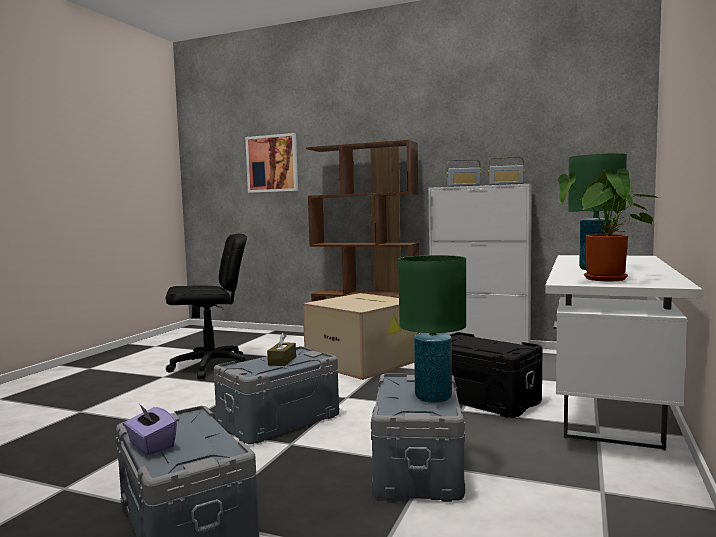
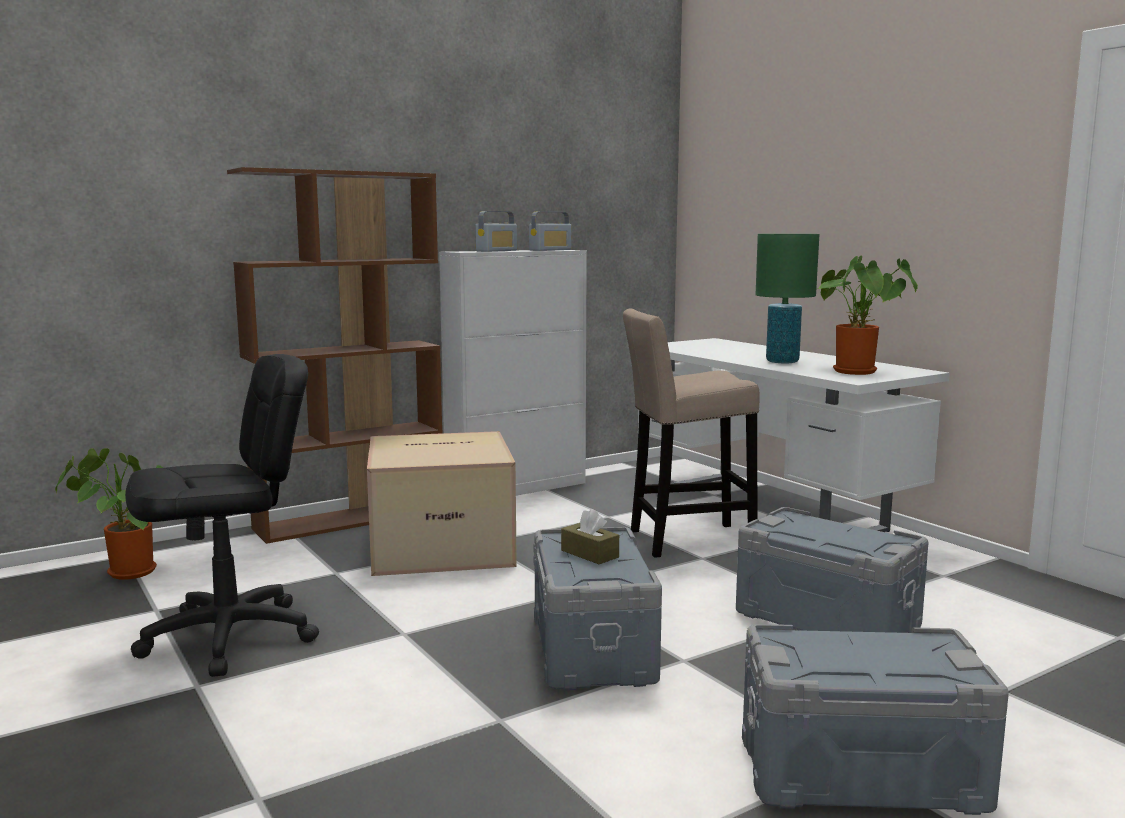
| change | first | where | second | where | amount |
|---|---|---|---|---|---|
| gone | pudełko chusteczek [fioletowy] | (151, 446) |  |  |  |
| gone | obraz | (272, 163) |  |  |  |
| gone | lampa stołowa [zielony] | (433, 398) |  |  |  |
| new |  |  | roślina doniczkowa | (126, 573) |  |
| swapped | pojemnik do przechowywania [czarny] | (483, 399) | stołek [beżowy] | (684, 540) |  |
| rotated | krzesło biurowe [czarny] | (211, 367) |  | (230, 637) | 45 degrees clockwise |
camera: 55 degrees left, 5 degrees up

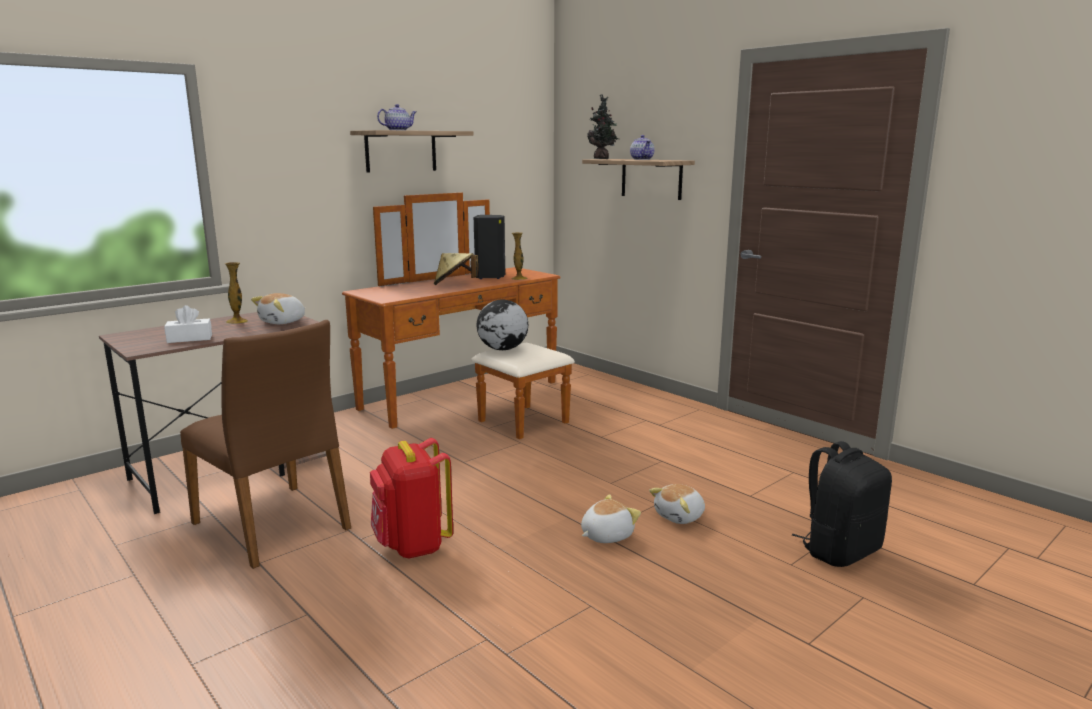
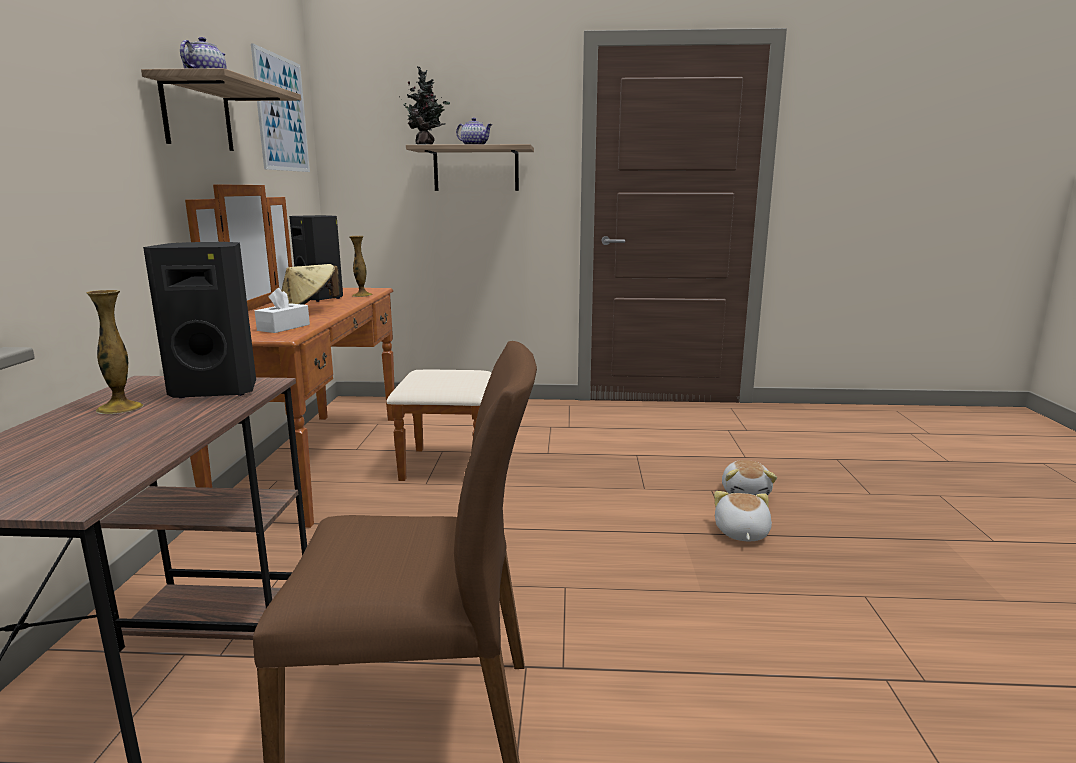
| change | first | where | second | where | amount |
|---|---|---|---|---|---|
| gone | plecak [czerwony] | (412, 545) |  |  |  |
| gone | globus | (502, 349) |  |  |  |
| gone | plecak [czarny] | (839, 550) |  |  |  |
| new |  |  | obraz | (282, 114) |  |
| shifted | pudełko chusteczek [biały] | (189, 339) |  | (283, 327) |  |
| swapped | pluszak | (283, 322) | głośnik [czarny] | (217, 390) |  |
camera: 45 degrees left, 0 degrees up

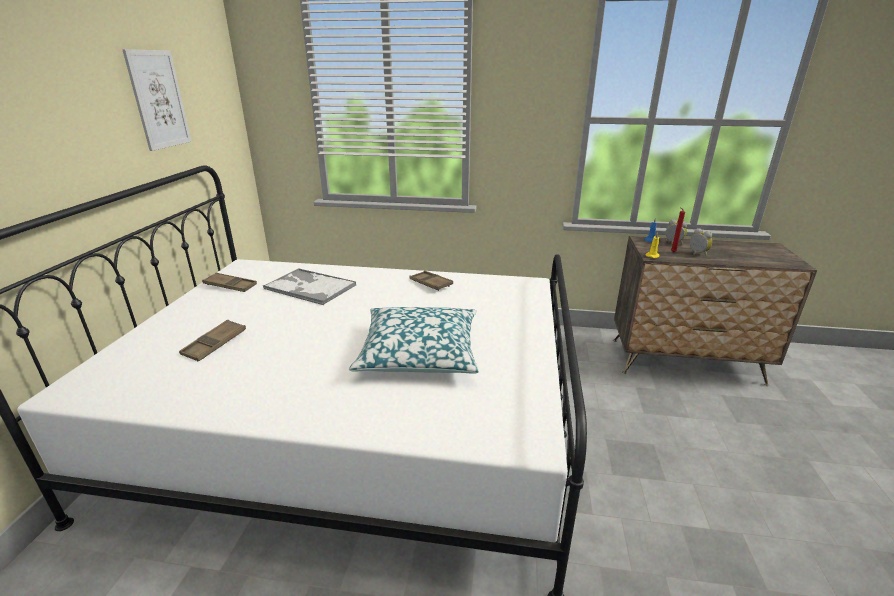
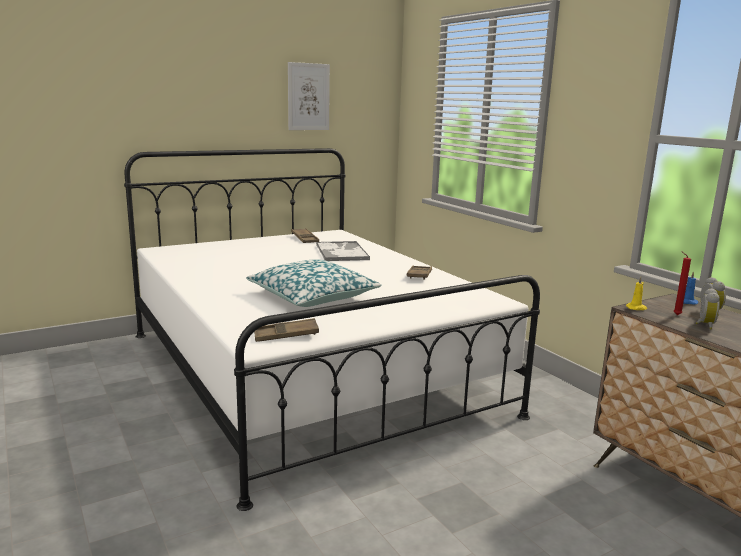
| change | first | where | second | where | amount |
|---|---|---|---|---|---|
| shifted | taca [brązowy] | (215, 344) |  | (286, 335) |  |
camera: 50 degrees right, 10 degrees down

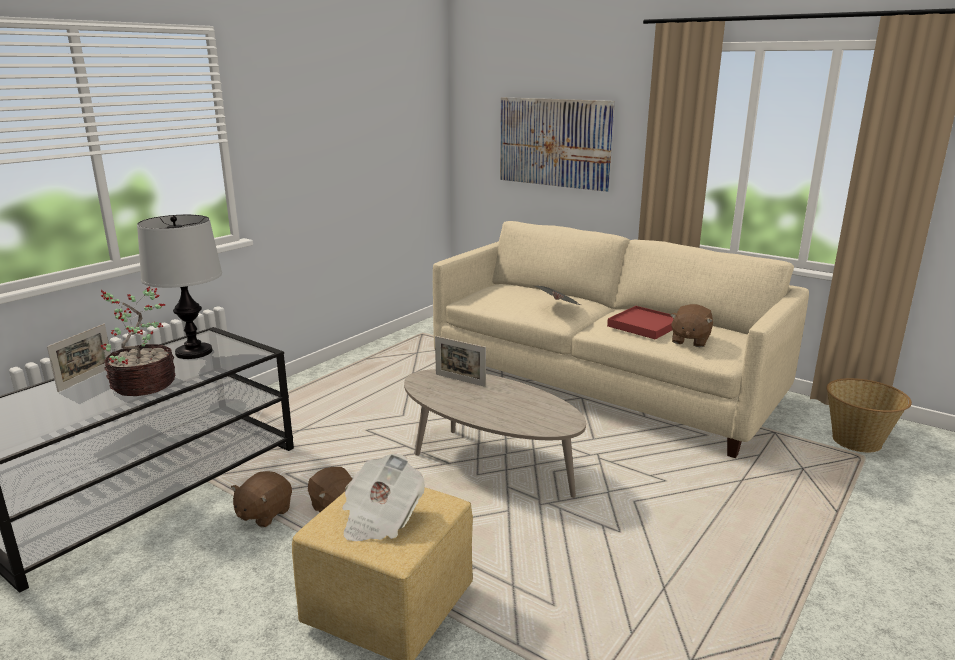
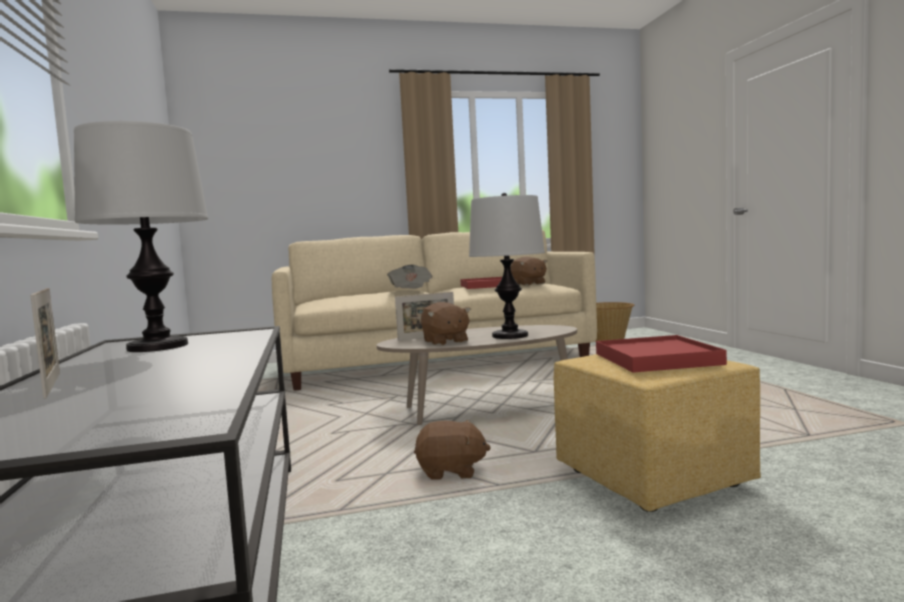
| change | first | where | second | where | amount |
|---|---|---|---|---|---|
| gone | roślina doniczkowa | (142, 386) |  |  |  |
| gone | obraz | (554, 142) |  |  |  |
| new |  |  | lampa stołowa | (510, 336) |  |
| shifted | pluszak [brązowy] | (263, 514) |  | (445, 341) |  |
| swapped | gazeta | (380, 518) | taca [czerwony] | (657, 359) |  |
camera: 50 degrees left, 15 degrees down

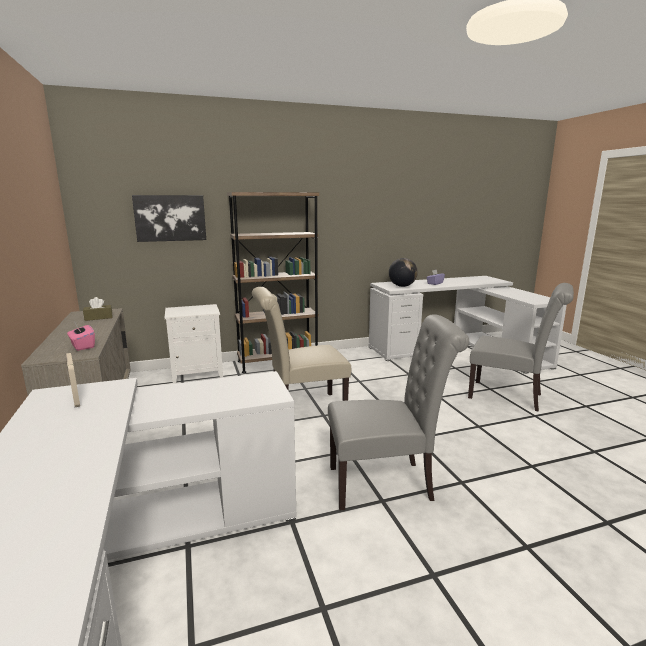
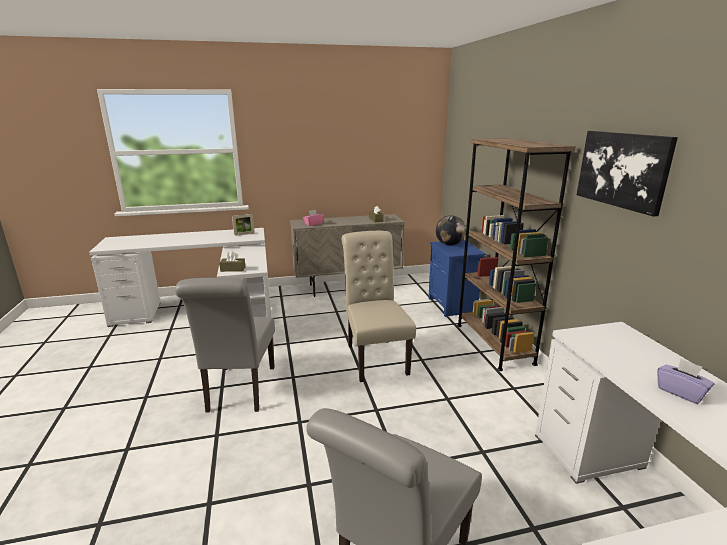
| change | first | where | second | where | amount |
|---|---|---|---|---|---|
| new |  |  | pudełko chusteczek [brązowy] | (233, 269) |  |
| shifted | obraz | (170, 218) |  | (623, 170) |  |
| shifted | globus | (402, 286) |  | (449, 244) |  |
| repainted | szafka nocna [biały] | (198, 372) | szafka nocna [niebieski] | (453, 305) |  |
camera: 95 degrees right, 5 degrees up

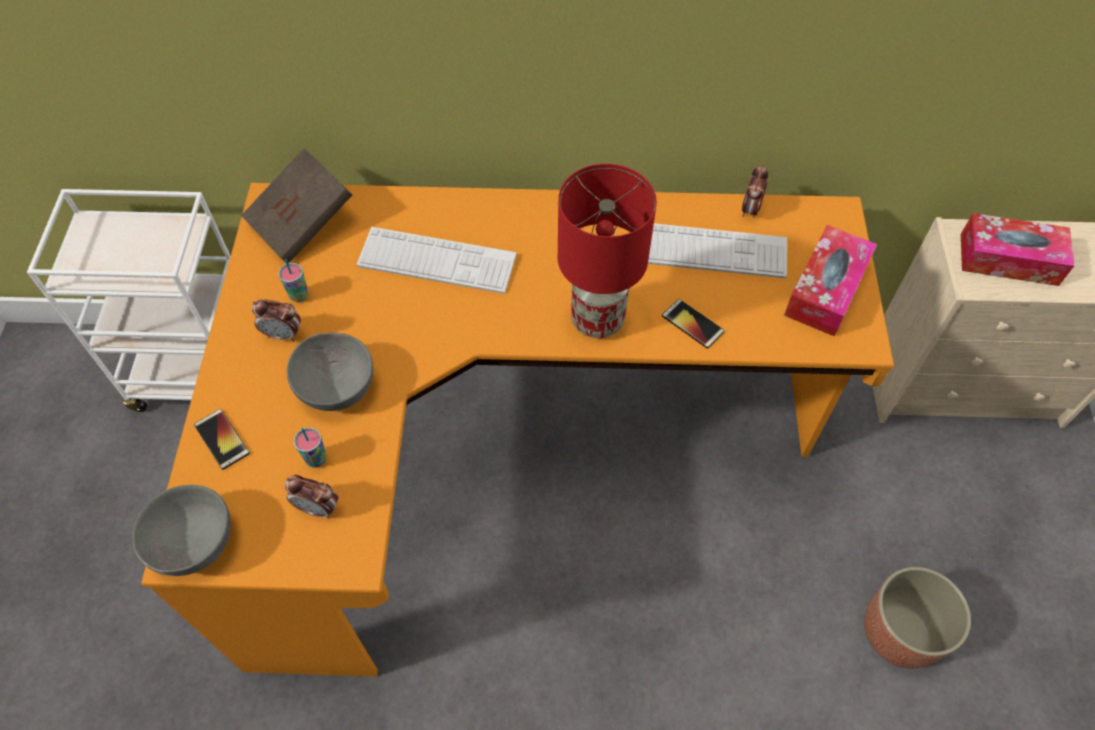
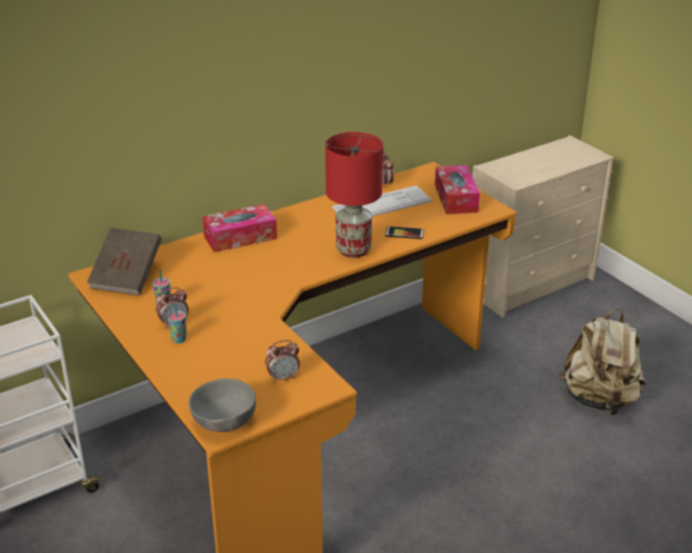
| change | first | where | second | where | amount |
|---|---|---|---|---|---|
| gone | telefon | (222, 439) |  |  |  |
| gone | miska [szary] | (337, 385) |  |  |  |
| gone | klawiatura | (437, 261) |  |  |  |
| shifted | filiżanka | (316, 459) |  | (179, 339) |  |
| shifted | pudełko chusteczek | (1008, 259) |  | (240, 237) |  |
| swapped | donica | (899, 633) | plecak [beżowy] | (599, 400) |  |
camera: 35 degrees left, 25 degrees down

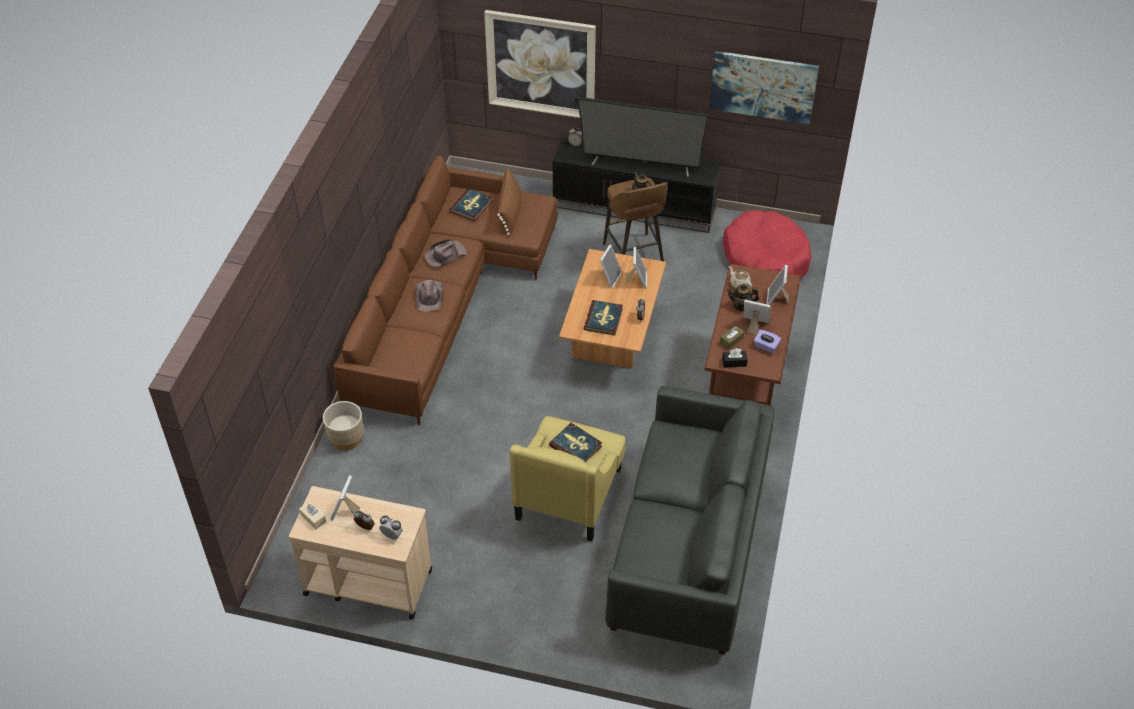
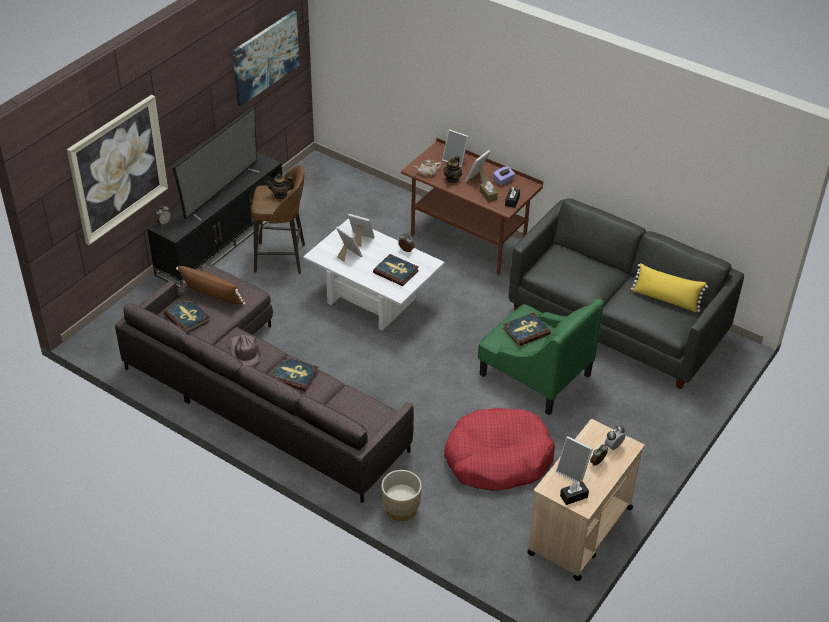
| change | first | where | second | where | amount |
|---|---|---|---|---|---|
| new |  |  | poduszka [żółty] | (666, 299) |  |
| shifted | legowisko [czerwony] | (766, 259) |  | (497, 459) |  |
| swapped | kapelusz [brązowy] | (430, 296) | książka | (294, 376) |  |
| repainted | pudełko chusteczek [beżowy] | (313, 518) | pudełko chusteczek [czarny] | (573, 496) |  |
| repainted | kanapa [brązowy] | (446, 299) | kanapa [szary] | (258, 393) |  |
| repainted | fotel [żółty] | (569, 493) | fotel [zielony] | (534, 374) |  |
| repainted | ława [brązowy] | (612, 338) | ława [biały] | (374, 300) |  |
camera: 70 degrees left, 5 degrees down

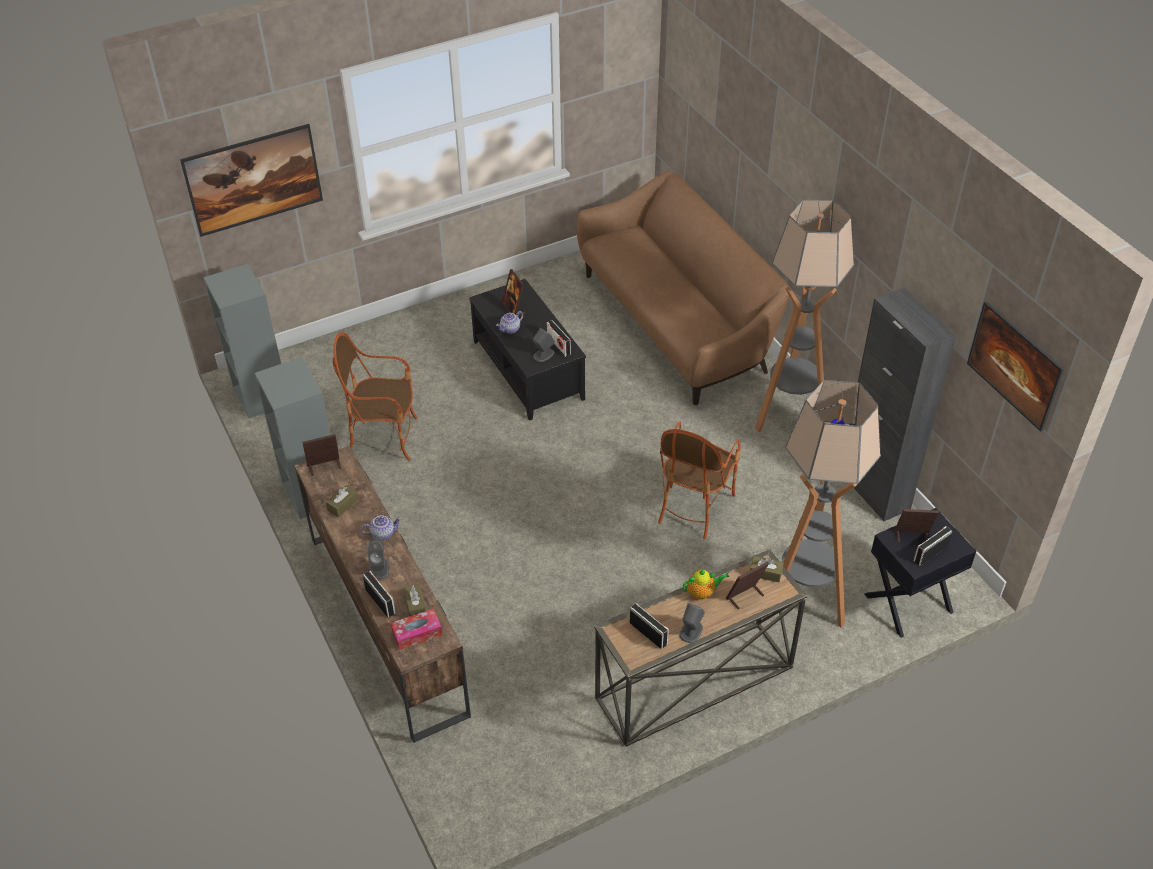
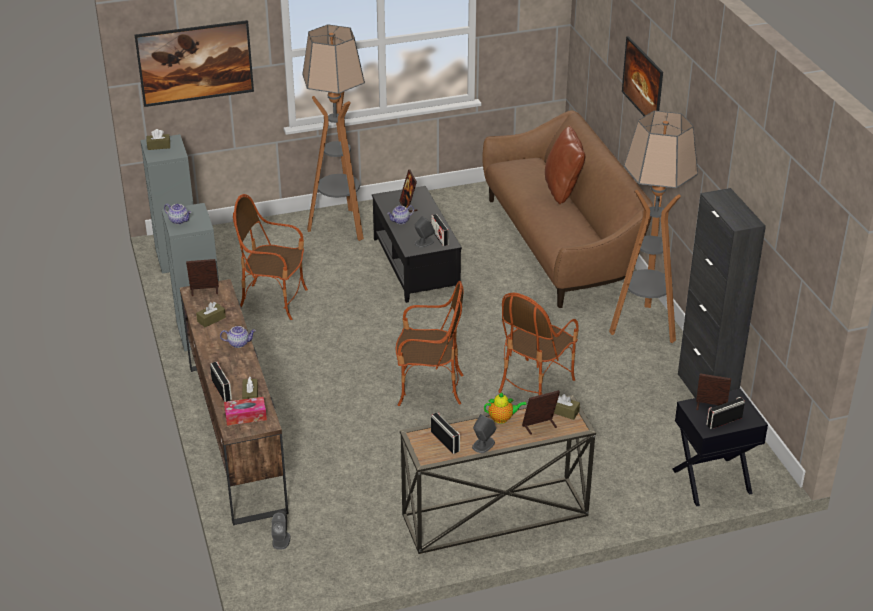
| change | first | where | second | where | amount |
|---|---|---|---|---|---|
| new |  |  | pudełko chusteczek [brązowy] | (159, 146) |  |
| new |  |  | imbryk | (179, 220) |  |
| new |  |  | fotel | (429, 388) |  |
| new |  |  | poduszka [brązowy] | (562, 190) |  |
| shifted | głośnik [szary] | (379, 568) |  | (281, 540) |  |
| shifted | lampa stojąca | (804, 603) |  | (340, 226) |  |
| shifted | obraz | (1009, 380) |  | (641, 96) |  |
camera: 10 degrees right, 10 degrees down

